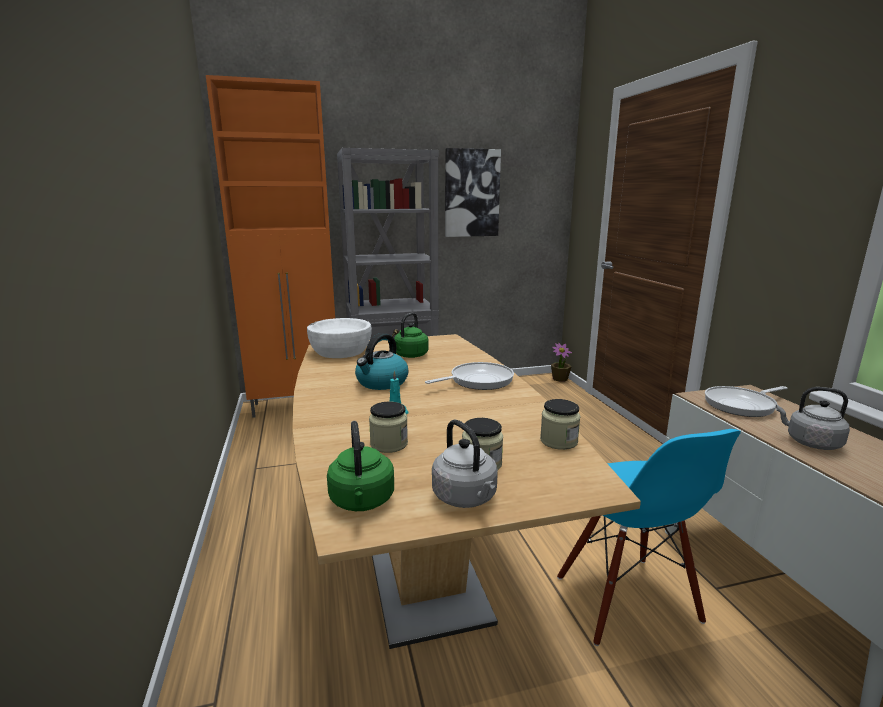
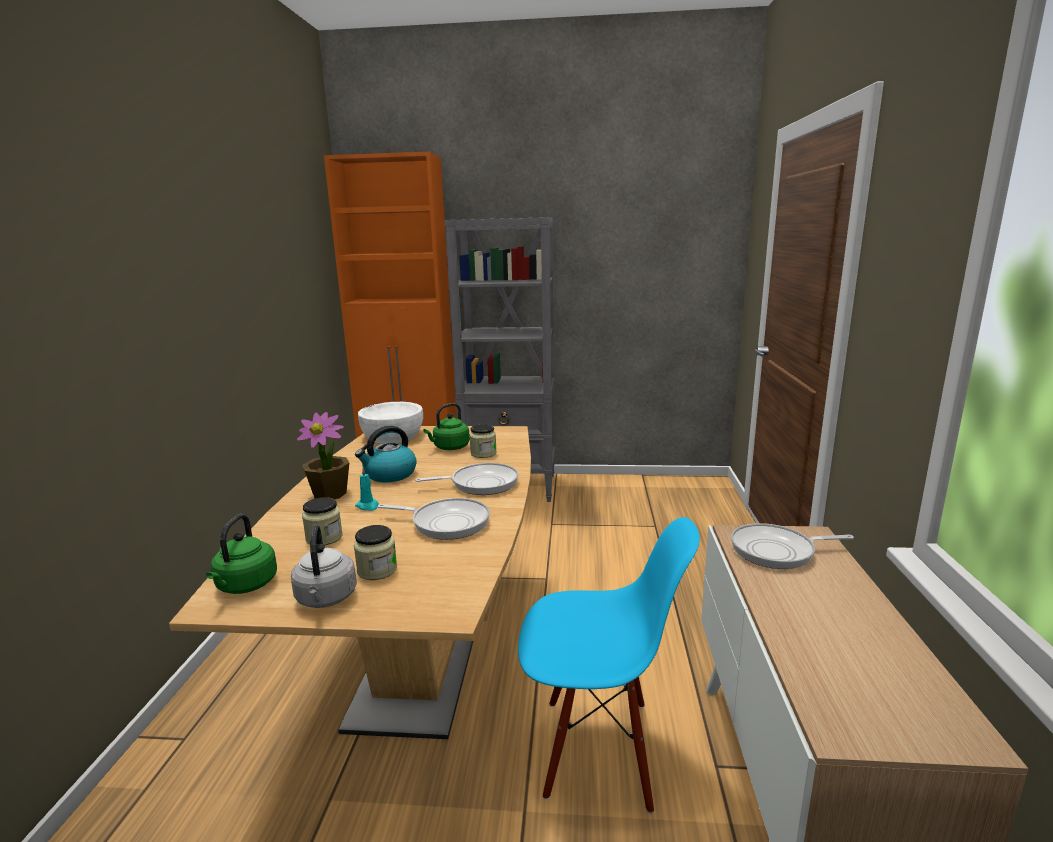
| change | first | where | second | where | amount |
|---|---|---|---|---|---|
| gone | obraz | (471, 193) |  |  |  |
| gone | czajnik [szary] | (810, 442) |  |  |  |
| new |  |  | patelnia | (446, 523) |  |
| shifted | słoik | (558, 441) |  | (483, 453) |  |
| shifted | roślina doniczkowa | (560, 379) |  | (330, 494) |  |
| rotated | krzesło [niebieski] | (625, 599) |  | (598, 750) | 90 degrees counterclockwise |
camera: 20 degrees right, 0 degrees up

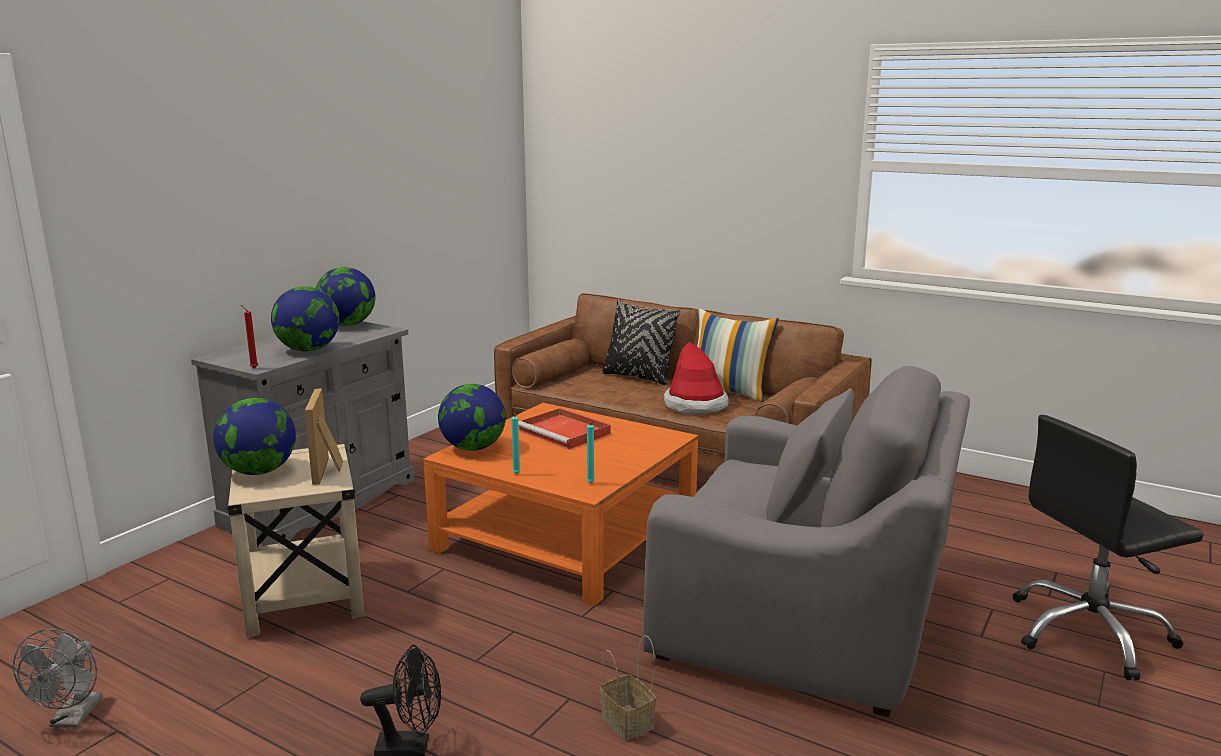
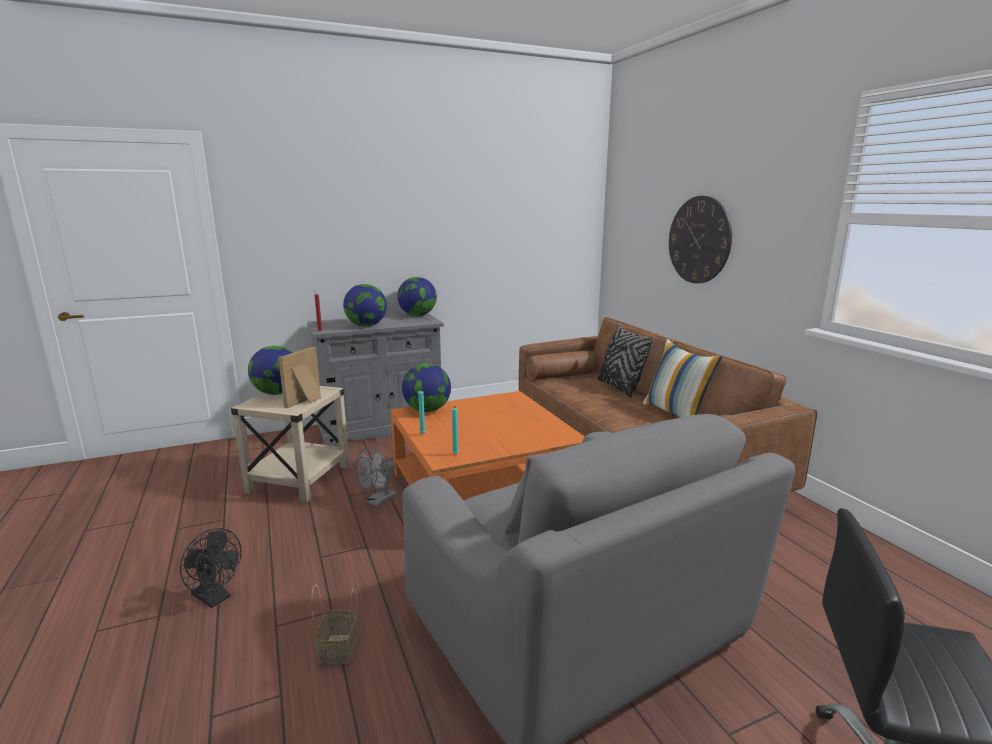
| change | first | where | second | where | amount |
|---|---|---|---|---|---|
| gone | taca [czerwony] | (566, 432) |  |  |  |
| gone | kapelusz | (696, 405) |  |  |  |
| new |  |  | zegar ścienny | (699, 240) |  |
| shifted | wentylator [szary] | (73, 718) |  | (378, 501) |  |
camera: 35 degrees right, 0 degrees up

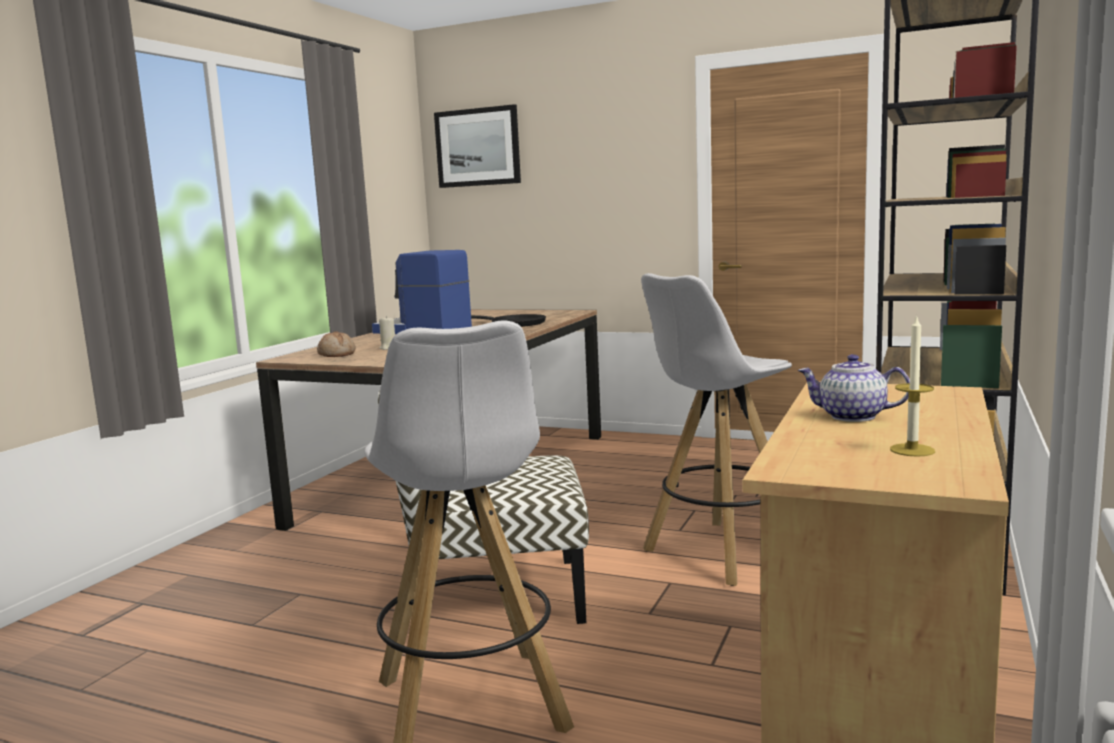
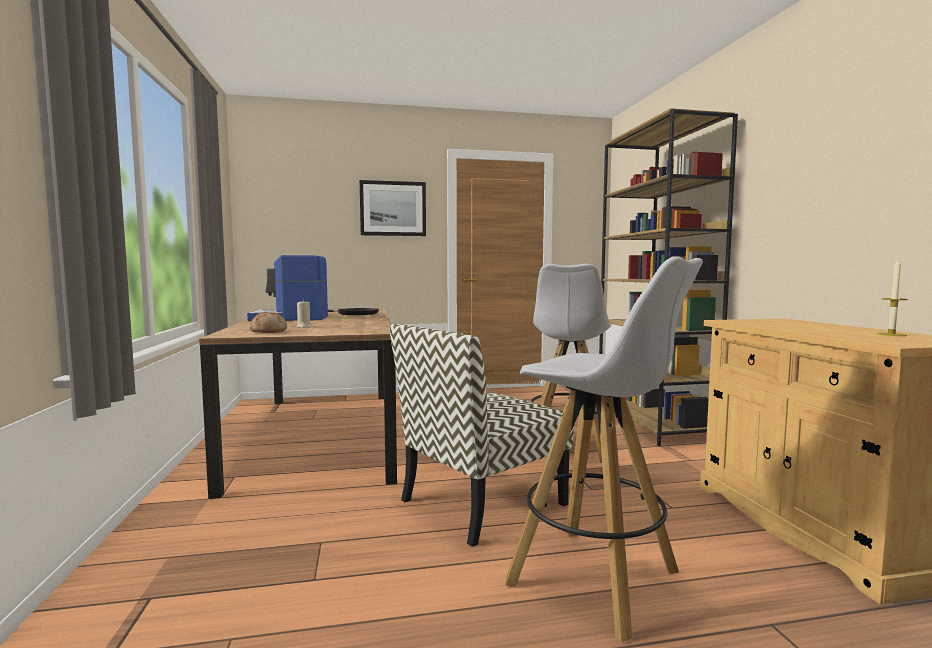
| change | first | where | second | where | amount |
|---|---|---|---|---|---|
| gone | imbryk | (851, 416) |  |  |  |
| shifted | obraz | (478, 147) |  | (393, 208) |  |
camera: 35 degrees left, 5 degrees down

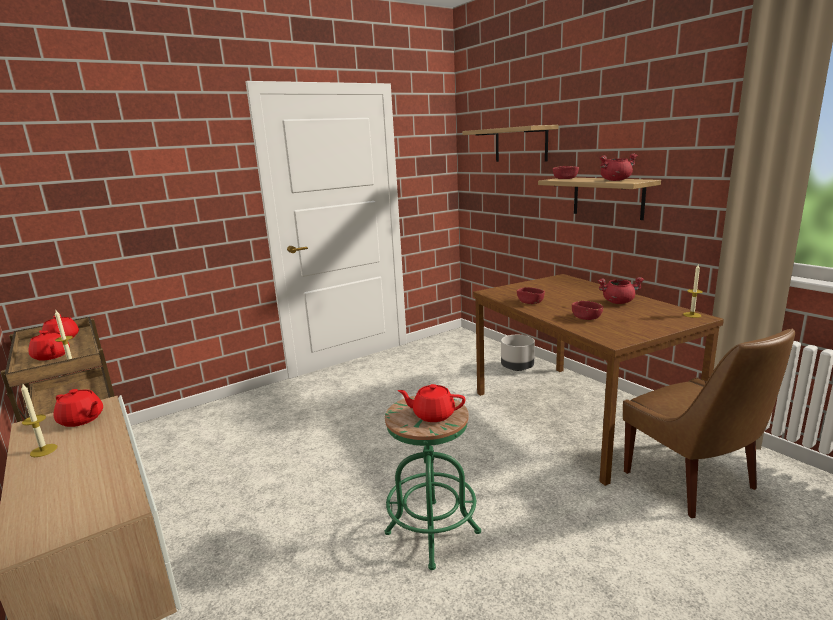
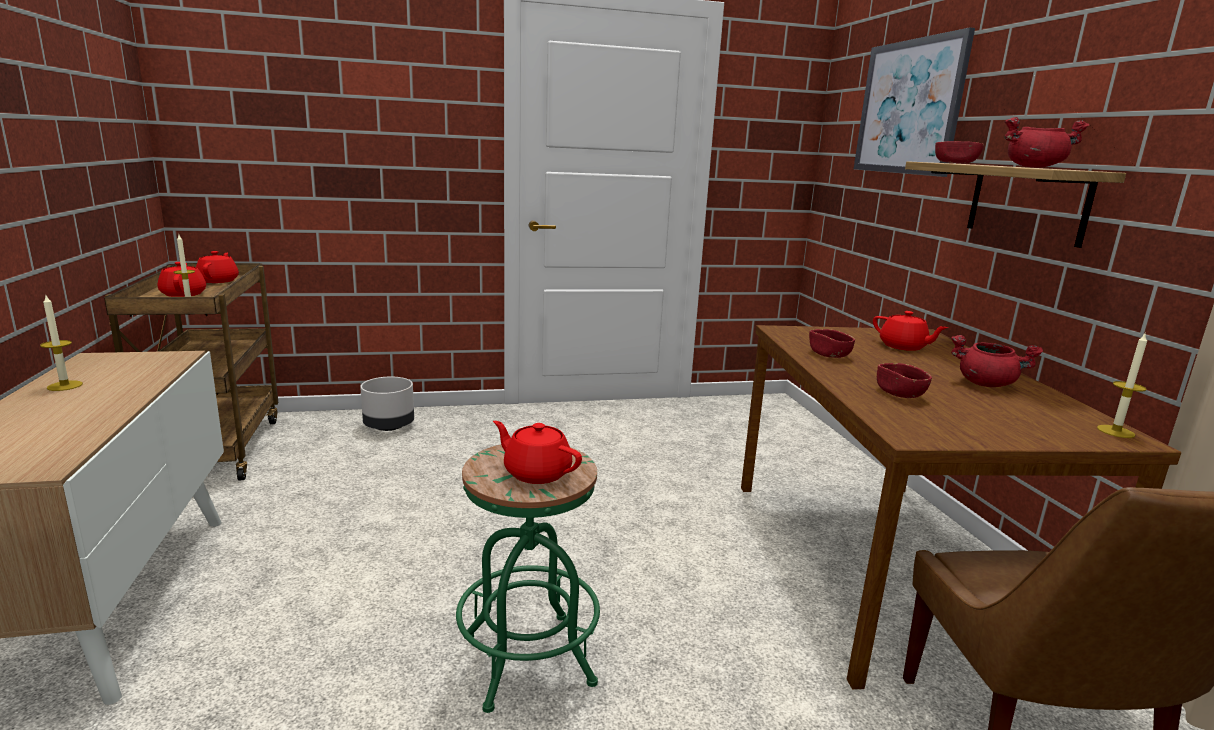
| change | first | where | second | where | amount |
|---|---|---|---|---|---|
| shifted | imbryk [czerwony] | (82, 420) |  | (903, 347) |  |
| shifted | donica [szary] | (517, 367) |  | (389, 426) |  |
| swapped | półka | (521, 144) | obraz | (909, 107) |  |
camera: 20 degrees right, 0 degrees up

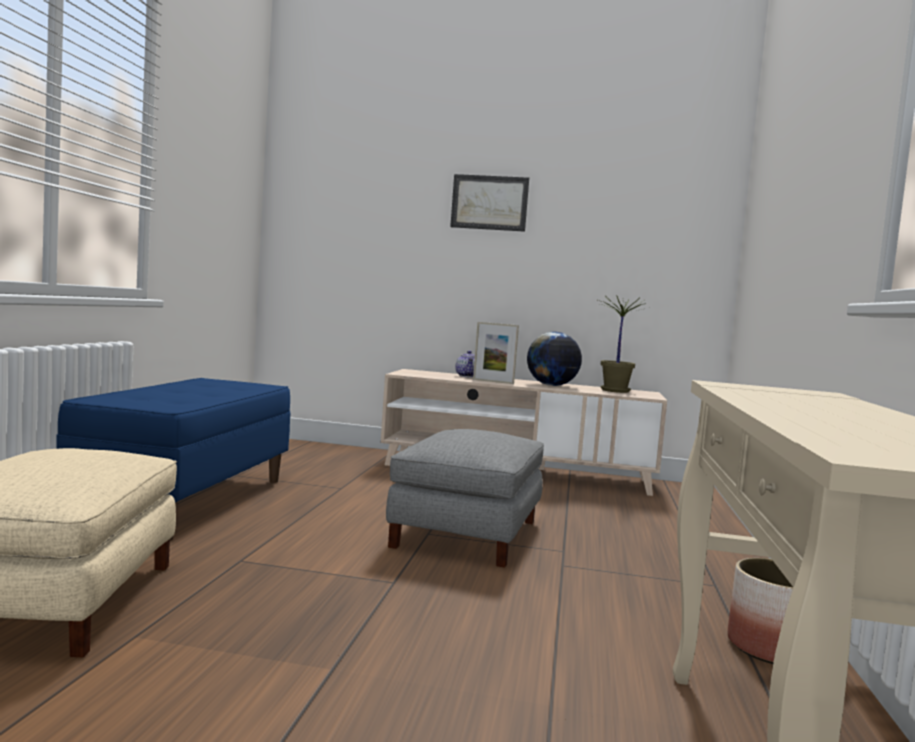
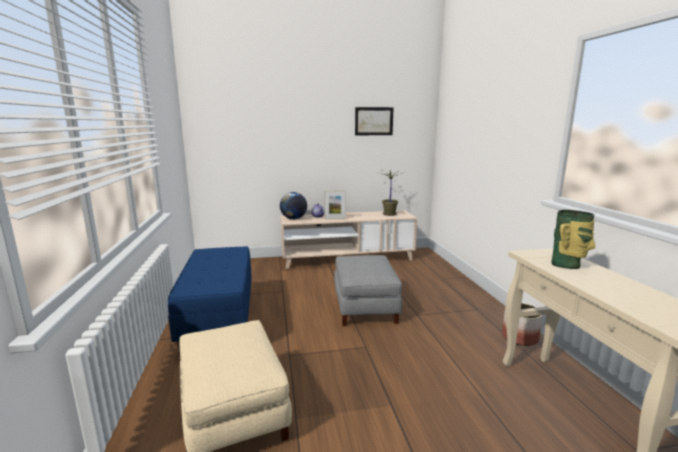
| change | first | where | second | where | amount |
|---|---|---|---|---|---|
| new |  |  | wazon | (567, 265) |  |
| shifted | obraz | (489, 202) |  | (374, 121) |  |
| shifted | globus | (551, 385) |  | (294, 219) |  |
camera: 20 degrees left, 10 degrees up

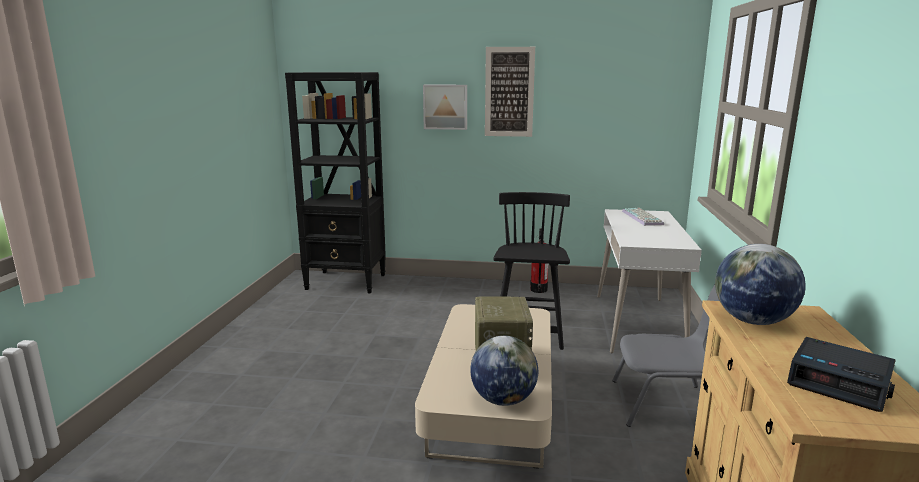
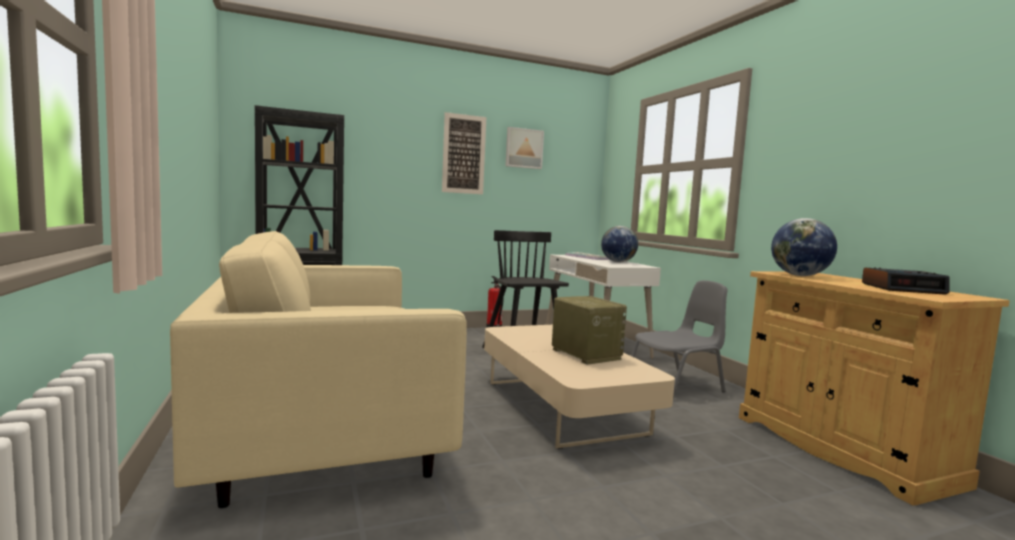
| change | first | where | second | where | amount |
|---|---|---|---|---|---|
| new |  |  | kanapa [beżowy] | (326, 425) |  |
| shifted | obraz | (445, 106) |  | (523, 148) |  |
| shifted | globus | (503, 400) |  | (618, 262) |  |
camera: 30 degrees left, 10 degrees down

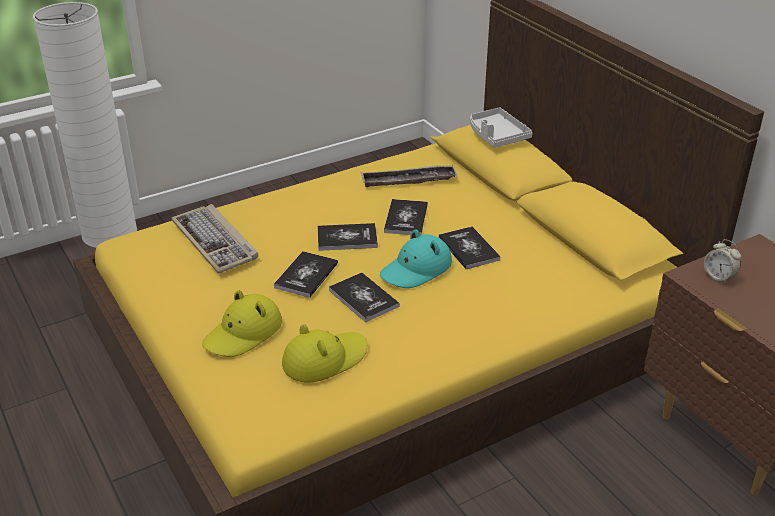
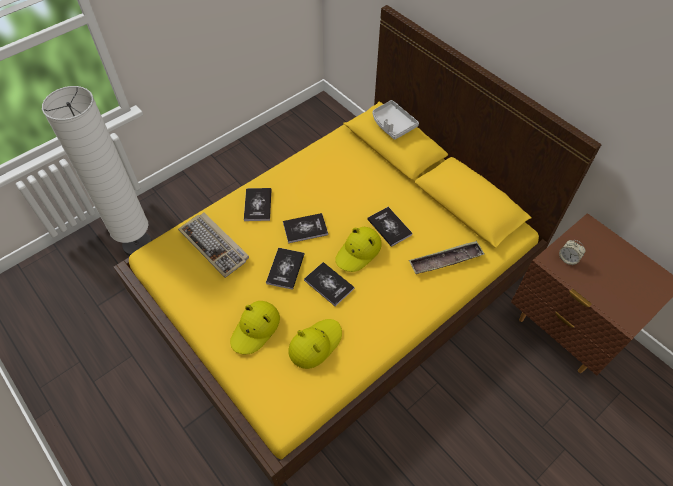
| change | first | where | second | where | amount |
|---|---|---|---|---|---|
| shifted | taca | (408, 180) |  | (445, 260) |  |
| shifted | książka | (406, 218) |  | (258, 205) |  |
| repainted | kapelusz [turkusowy] | (416, 269) | kapelusz [żółty] | (358, 252) |  |
camera: 10 degrees left, 20 degrees up

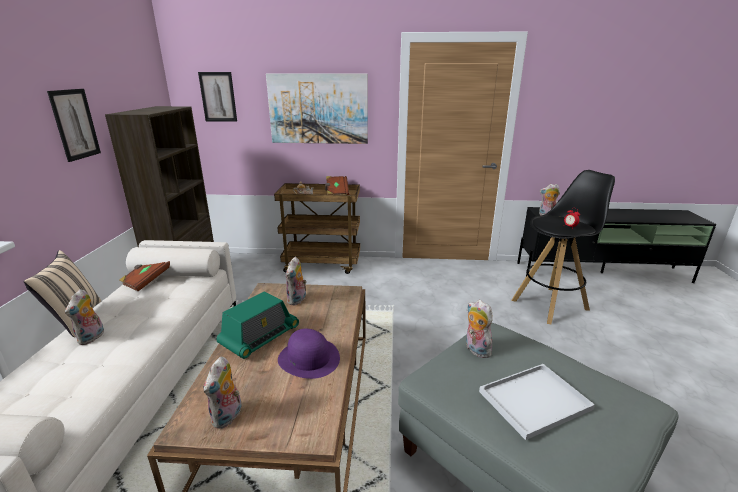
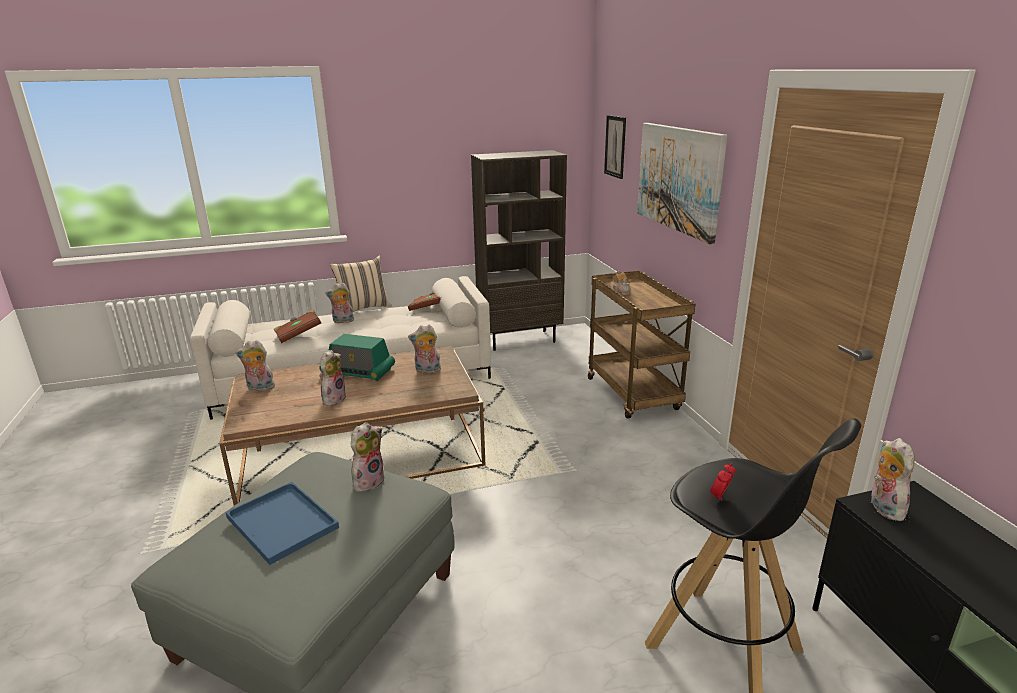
| change | first | where | second | where | amount |
|---|---|---|---|---|---|
| gone | obraz | (75, 124) |  |  |  |
| shifted | książka [brązowy] | (336, 193) |  | (298, 335) |  |
| swapped | kapelusz [fioletowy] | (309, 358) | pluszak | (333, 399) |  |
| repainted | taca [biały] | (535, 399) | taca [niebieski] | (284, 523) |  |
camera: 70 degrees right, 0 degrees up

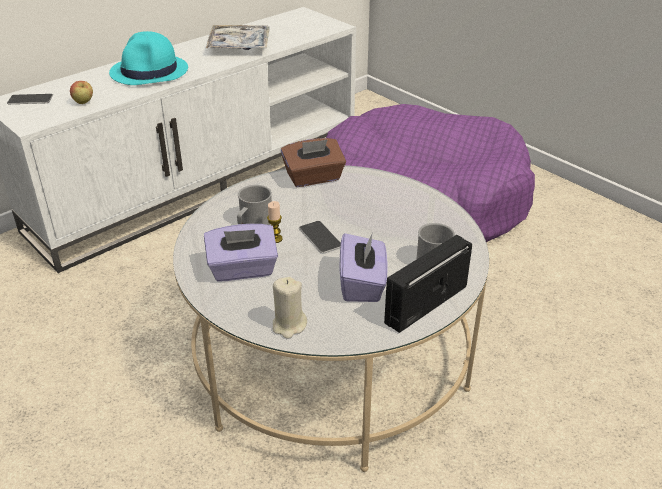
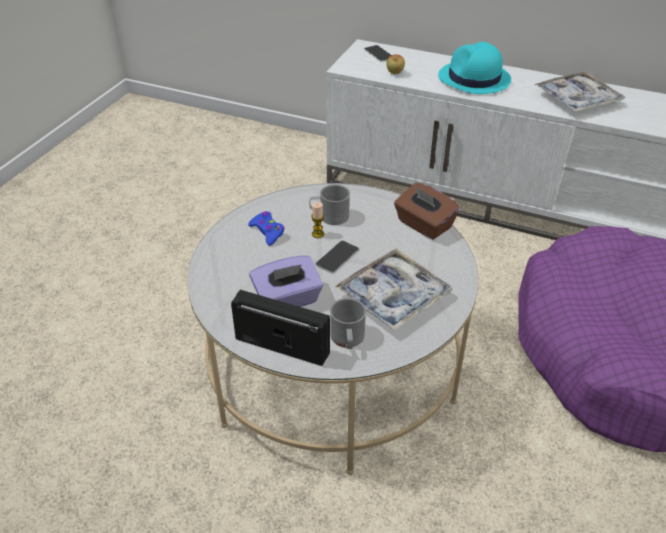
| change | first | where | second | where | amount |
|---|---|---|---|---|---|
| gone | świeca [beżowy] | (289, 325) |  |  |  |
| new |  |  | taca | (393, 296) |  |
| swapped | pudełko chusteczek [fioletowy] | (243, 270) | pad do gier [niebieski] | (267, 232) |  |
camera: 65 degrees right, 5 degrees up

